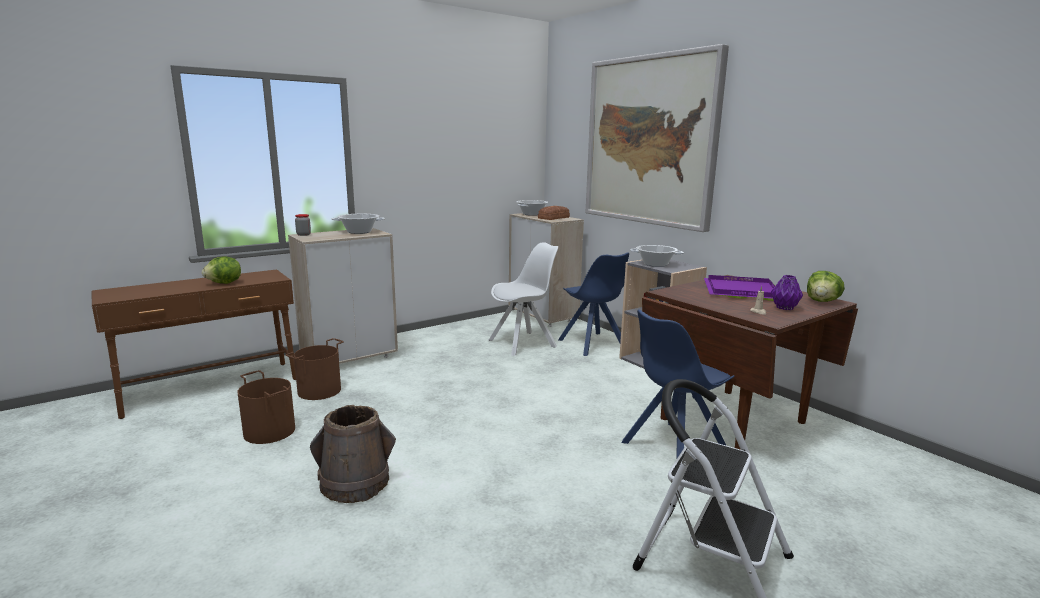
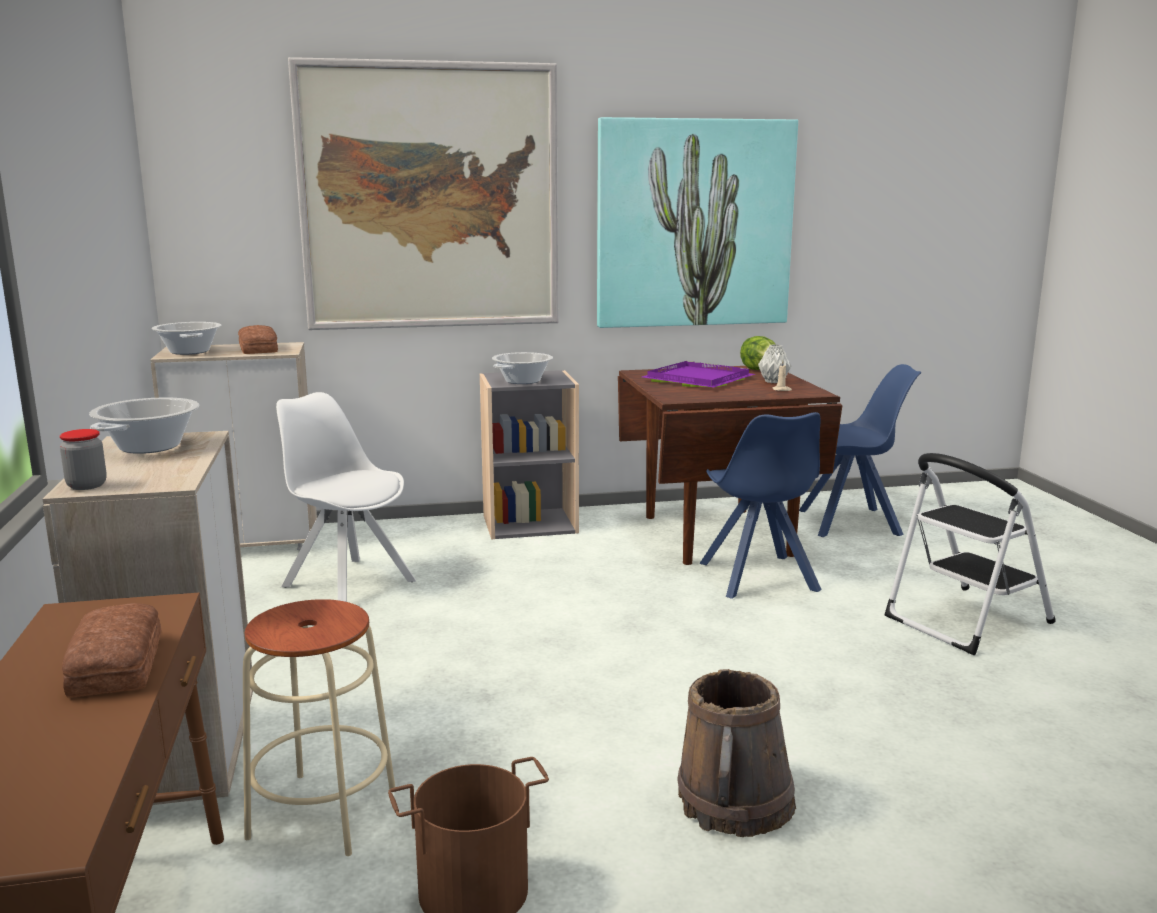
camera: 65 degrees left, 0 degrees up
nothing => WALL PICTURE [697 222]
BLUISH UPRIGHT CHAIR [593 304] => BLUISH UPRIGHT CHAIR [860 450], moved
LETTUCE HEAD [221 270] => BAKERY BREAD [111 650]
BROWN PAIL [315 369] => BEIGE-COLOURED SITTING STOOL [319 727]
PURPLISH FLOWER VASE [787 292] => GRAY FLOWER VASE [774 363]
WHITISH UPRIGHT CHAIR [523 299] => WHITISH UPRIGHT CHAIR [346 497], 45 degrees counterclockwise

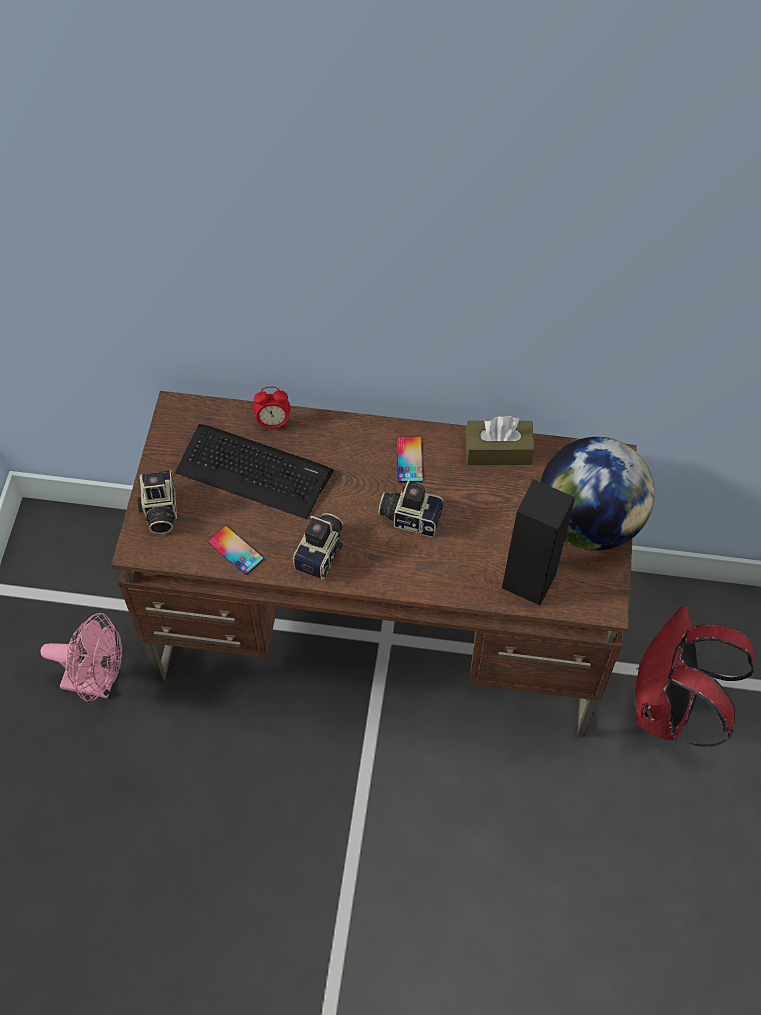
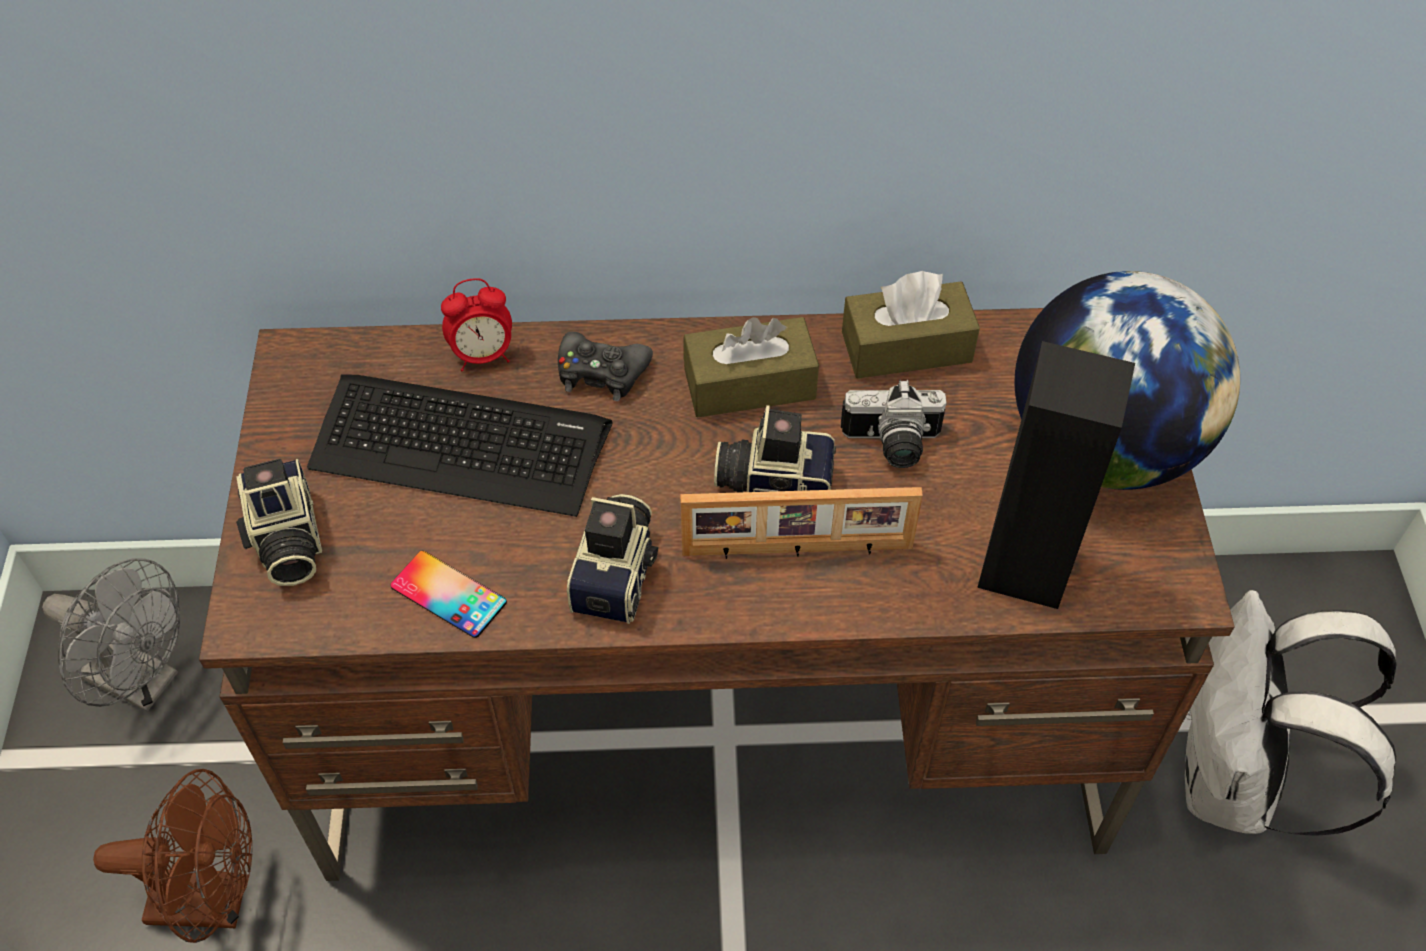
camera: 10 degrees left, 5 degrees down
nothing => GRAY FAN [111 635]
nothing => BLACK GAME CONTROLLER [605 366]
nothing => PICTURE FRAME [801 523]
nothing => STILL CAMERA [894 424]
HANDSET [410 459] => BROWN TISSUE BOX [751 367]
PINK-COLOURED FAN [81 657] => BROWN FAN [172 856]
RED KNAPSACK [694 676] => WHITISH KNAPSACK [1291 713]

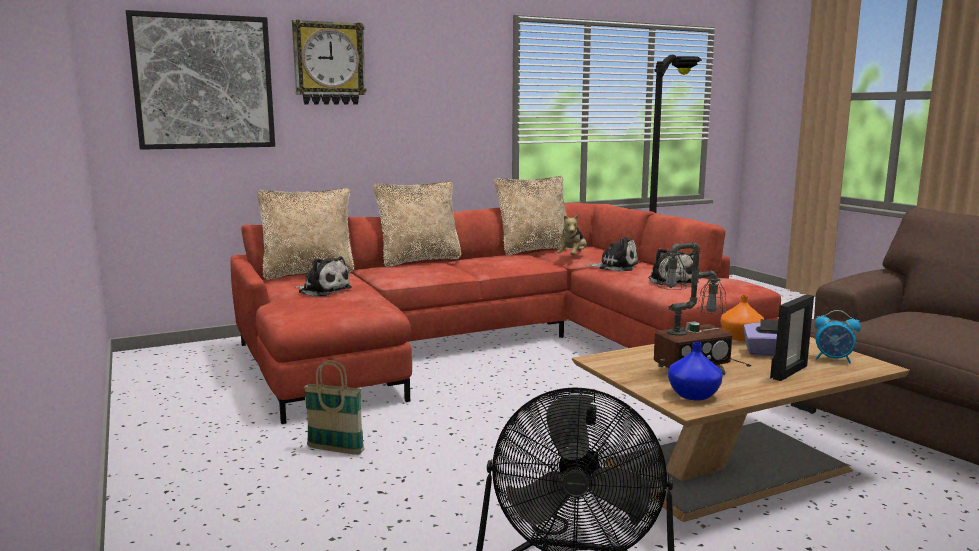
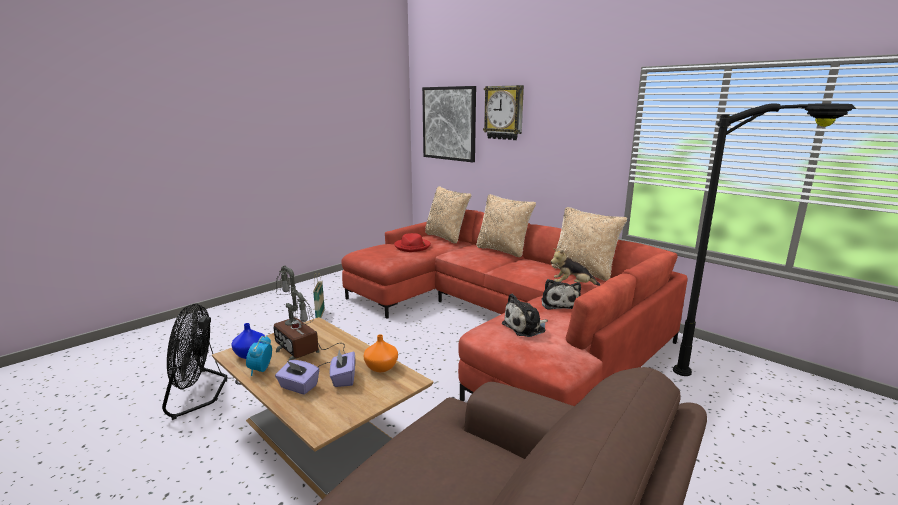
camera: 70 degrees right, 5 degrees up
TABLE CLOCK [837 337] => TABLE CLOCK [259 355], moved
PLUSH TOY [323 276] => RED WEARABLE HAT [412 242]
PICTURE FRAME [792 337] => PURPLISH TISSUE BOX [297 377]

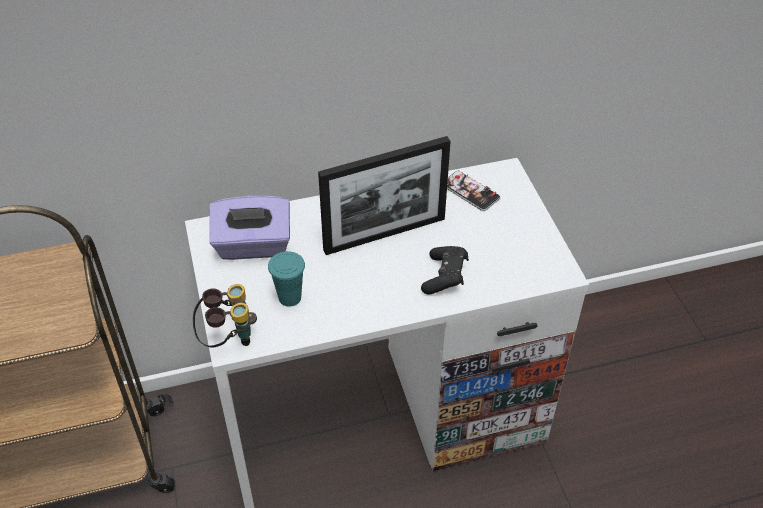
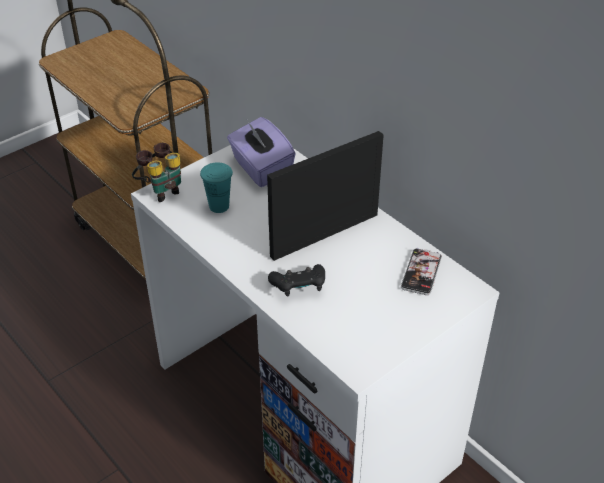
camera: 65 degrees right, 5 degrees down
PICTURE FRAME [384 195] => PICTURE FRAME [325 196], 105 degrees clockwise

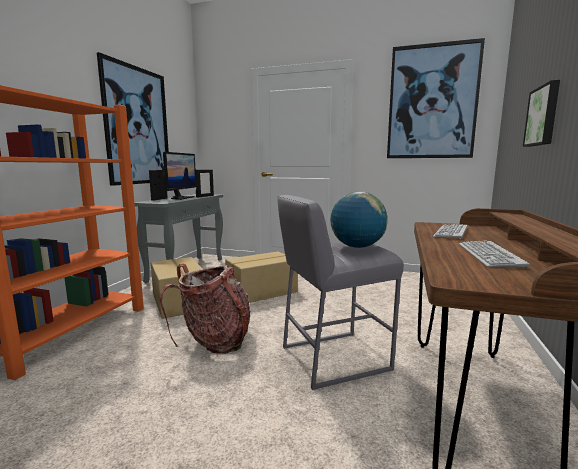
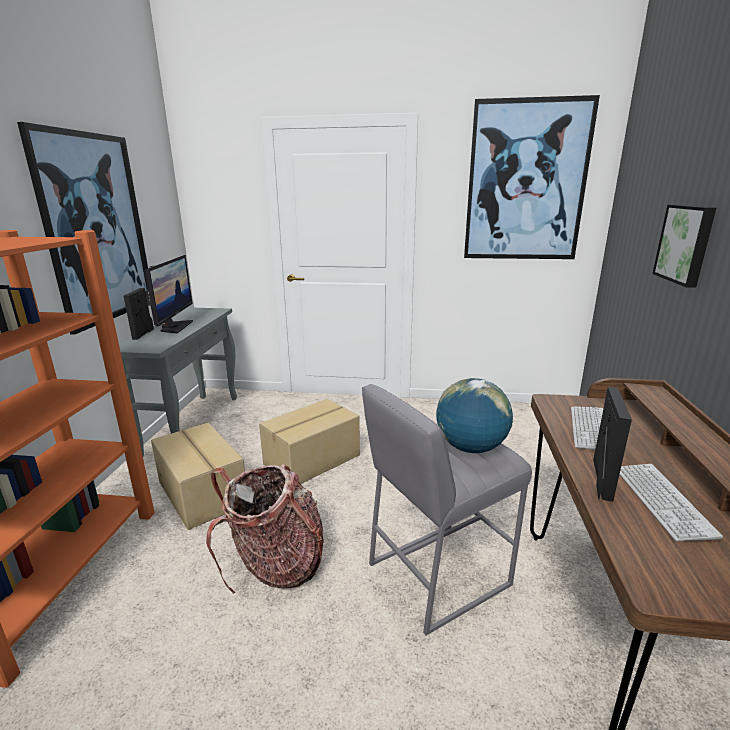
camera: 10 degrees left, 10 degrees up
PICTURE FRAME [204 183] => PICTURE FRAME [612 444], moved

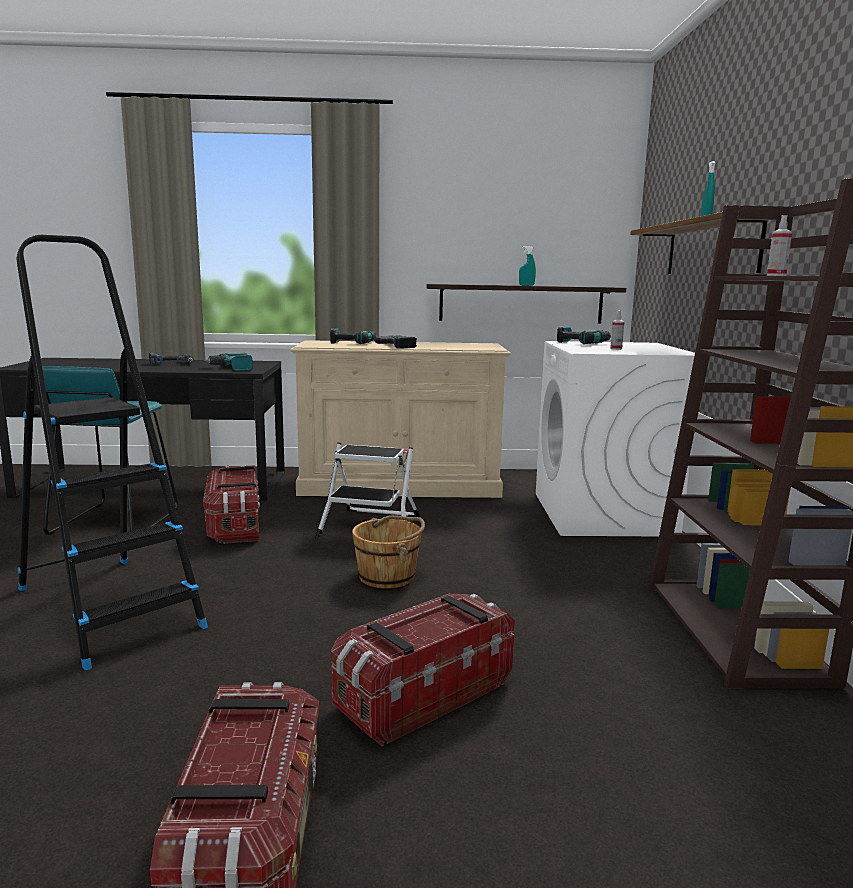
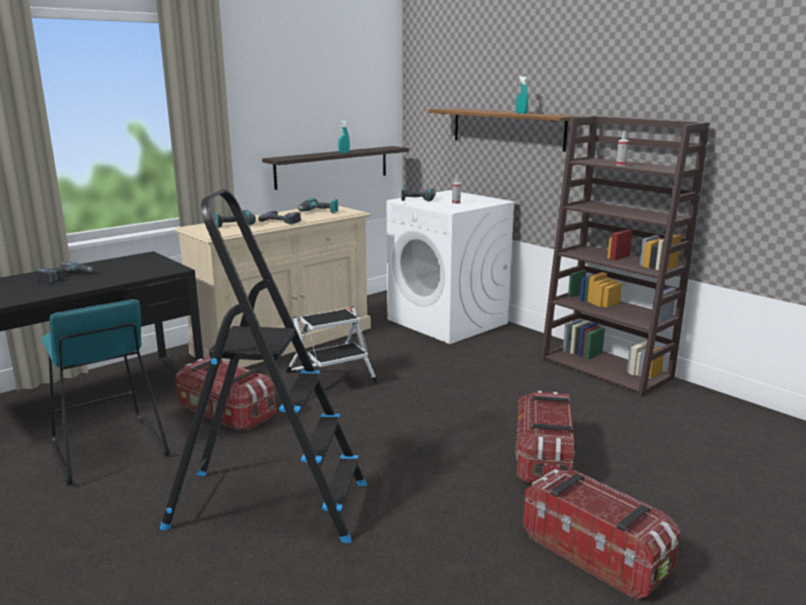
camera: 40 degrees left, 5 degrees up
BROWN PAIL [388 552] => nothing
POWER DRILL [228 362] => POWER DRILL [318 205], moved

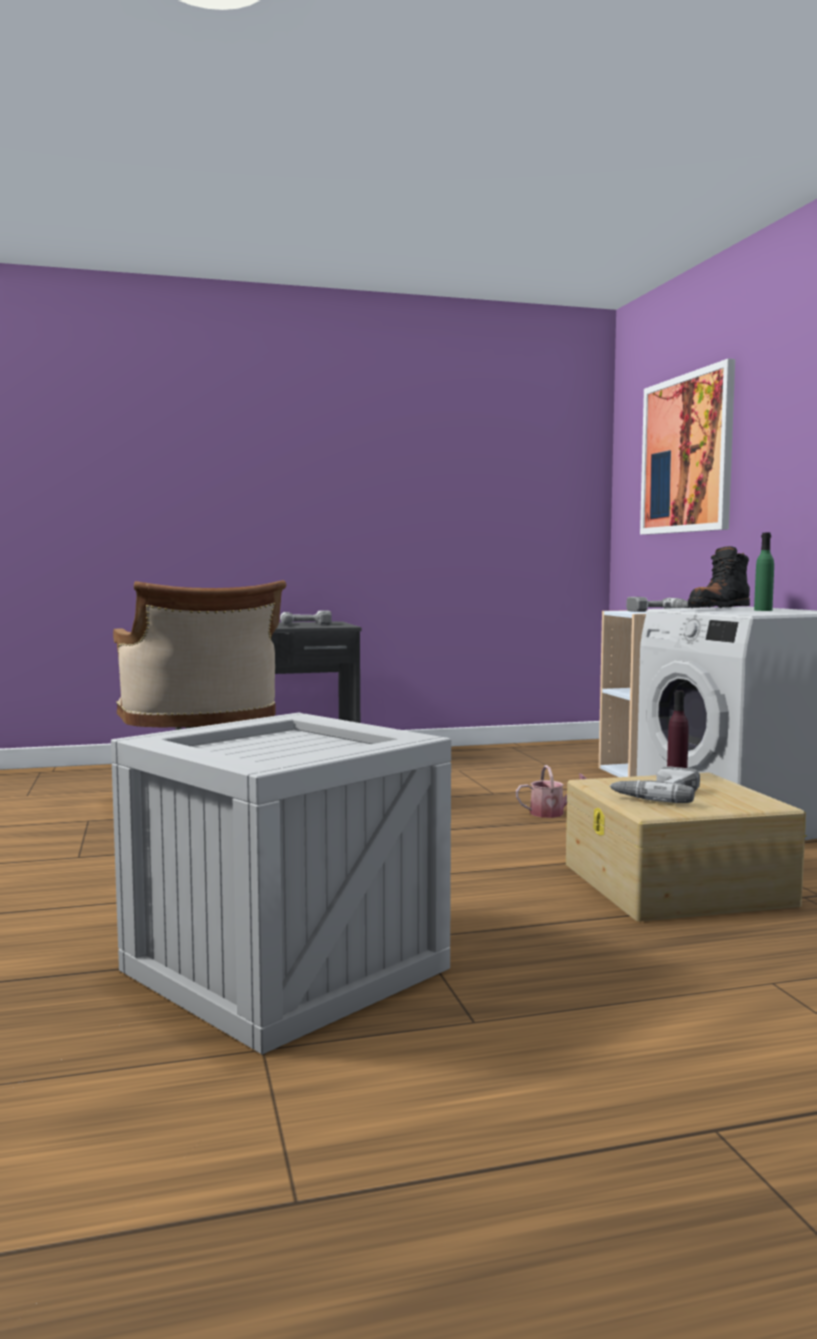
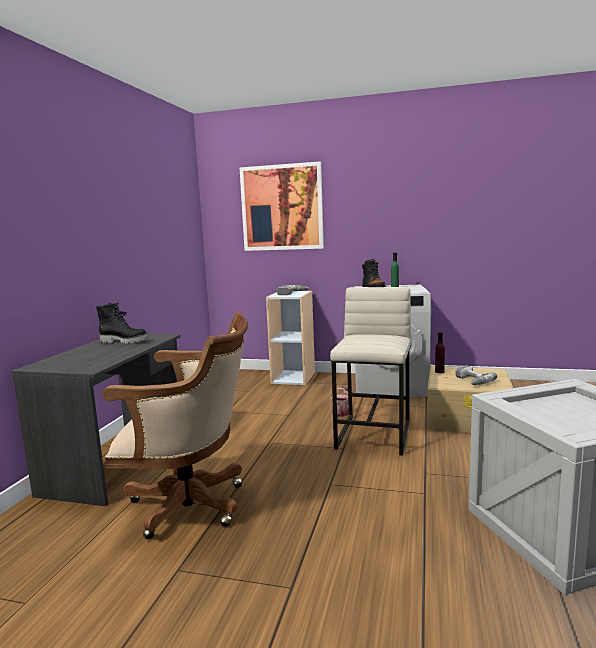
camera: 60 degrees left, 5 degrees up
nothing => BEIGE-COLOURED SITTING STOOL [370 371]
POWER DRILL [306 617] => BLACK TALL BOOT [122 323]

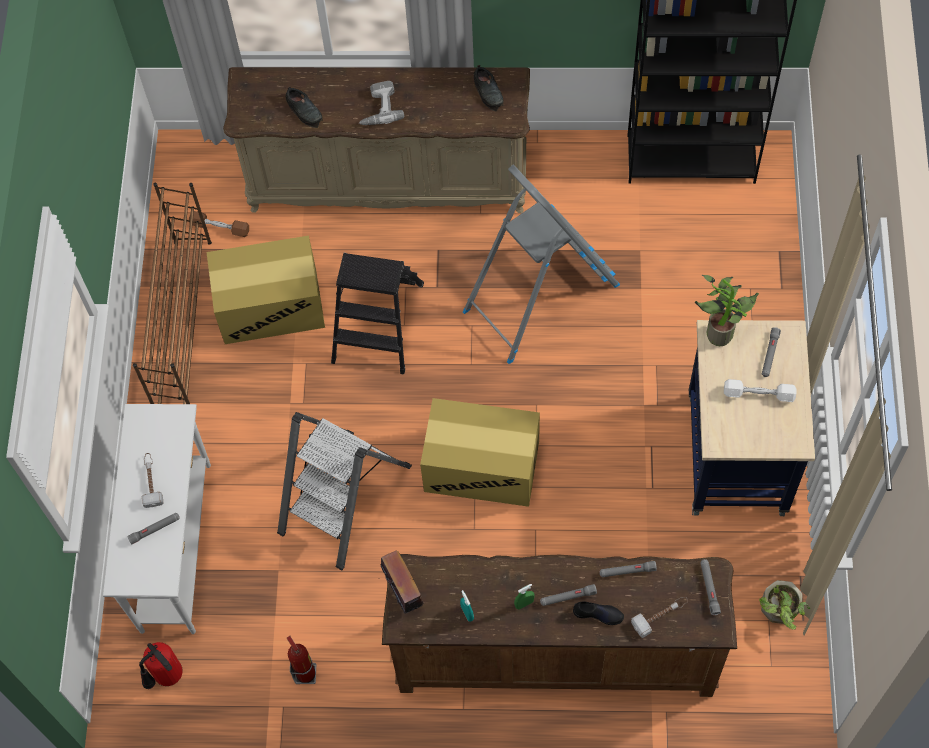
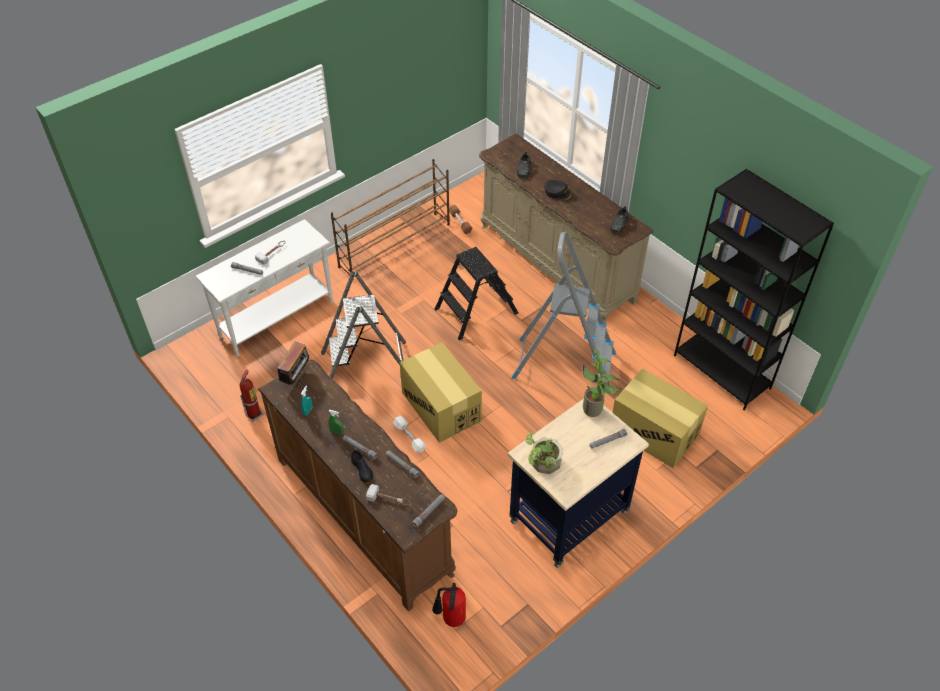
camera: 45 degrees right, 15 degrees down
FIRE-FIGHTING CYLINDER [161 665] => FIRE-FIGHTING CYLINDER [449 605], moved
CARDBOARD BOX [266 289] => CARDBOARD BOX [660 418], moved
WHITISH FREE WEIGHT [760 390] => WHITISH FREE WEIGHT [409 434], moved
POTTED PLANT [785 604] => POTTED PLANT [544 453], moved
POWER DRILL [381 103] => BLACK CAP [558 190]

